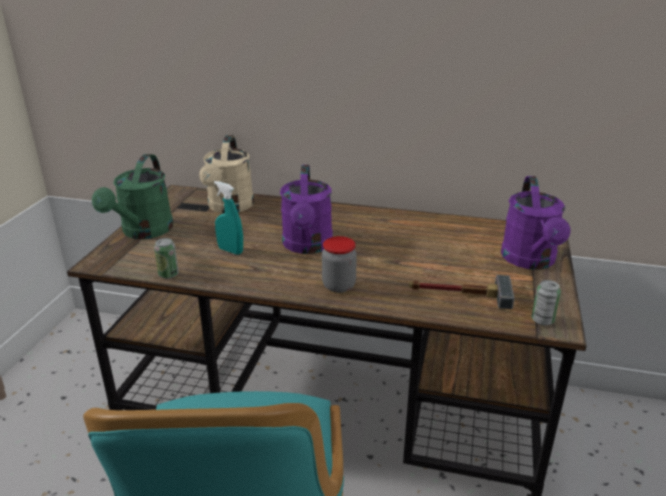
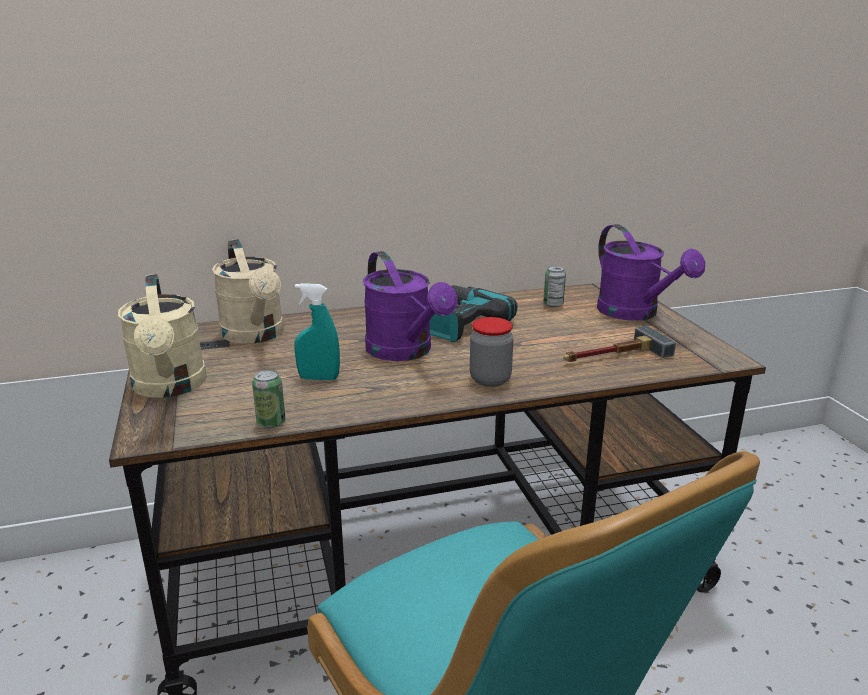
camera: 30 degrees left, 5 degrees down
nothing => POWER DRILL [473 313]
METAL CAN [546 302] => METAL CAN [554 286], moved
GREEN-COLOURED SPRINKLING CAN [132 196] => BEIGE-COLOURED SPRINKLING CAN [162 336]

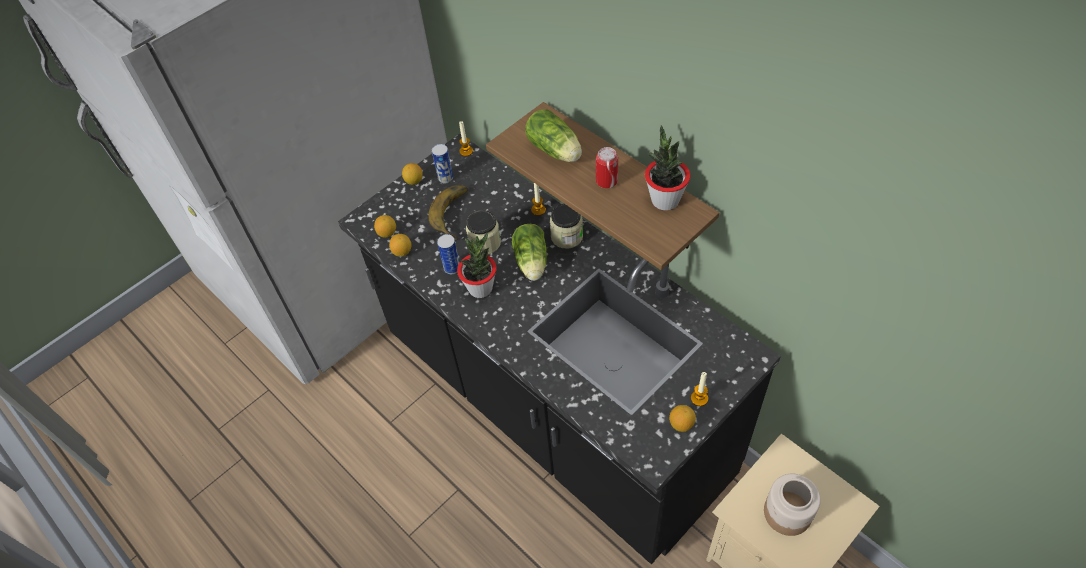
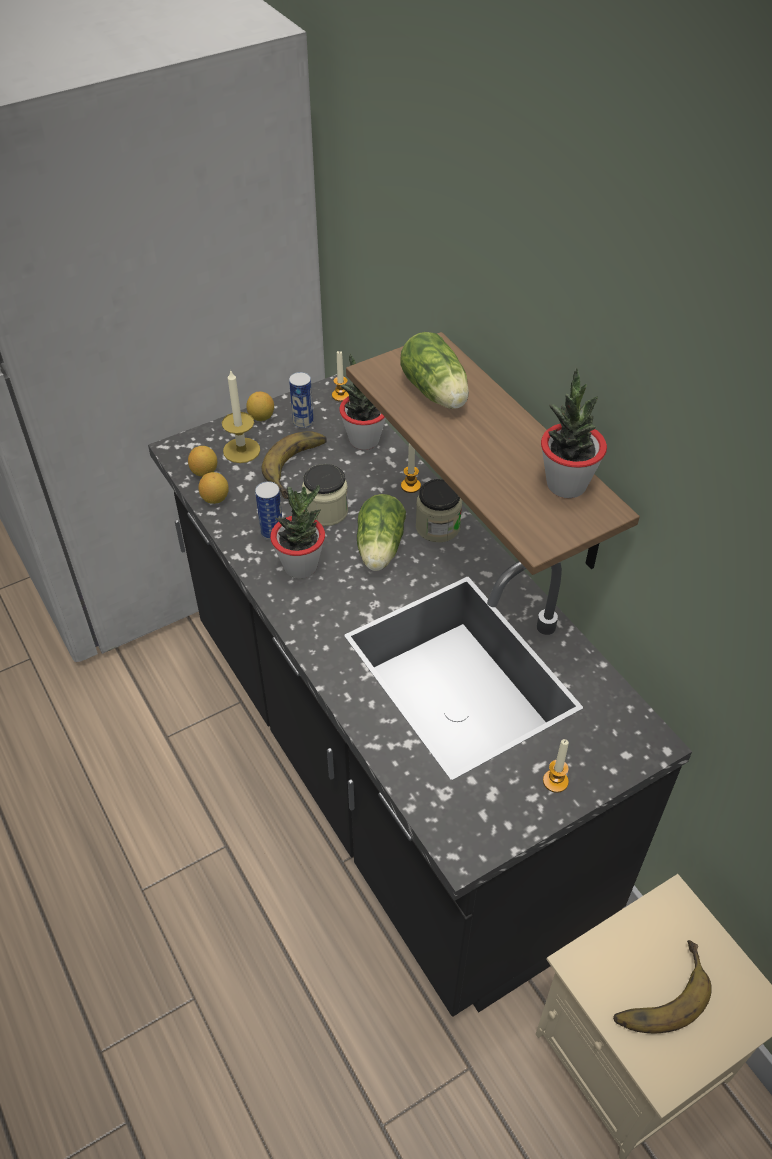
camera: 10 degrees right, 5 degrees down
METAL CAN [607 167] => nothing
WHOLE LEMON [682 418] => nothing
nothing => WAX LIGHT [241 416]
nothing => POTTED PLANT [362 402]
JAR [792 505] => BANANA FRUIT [662 986]

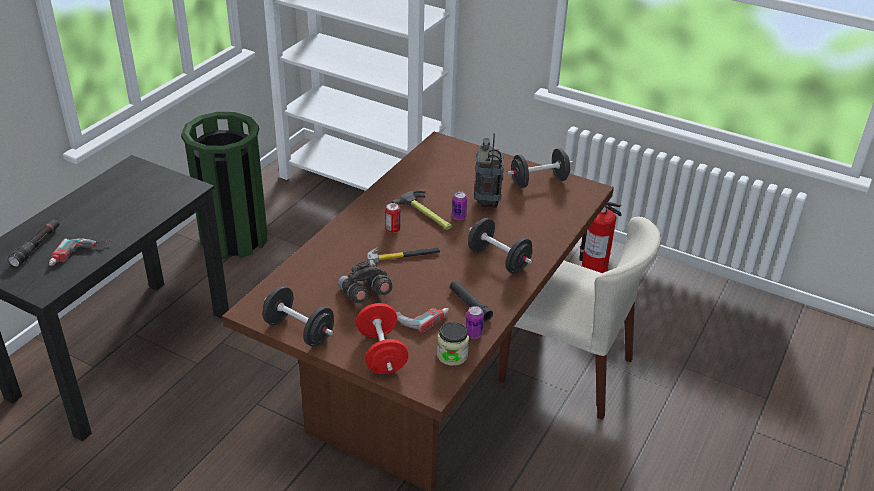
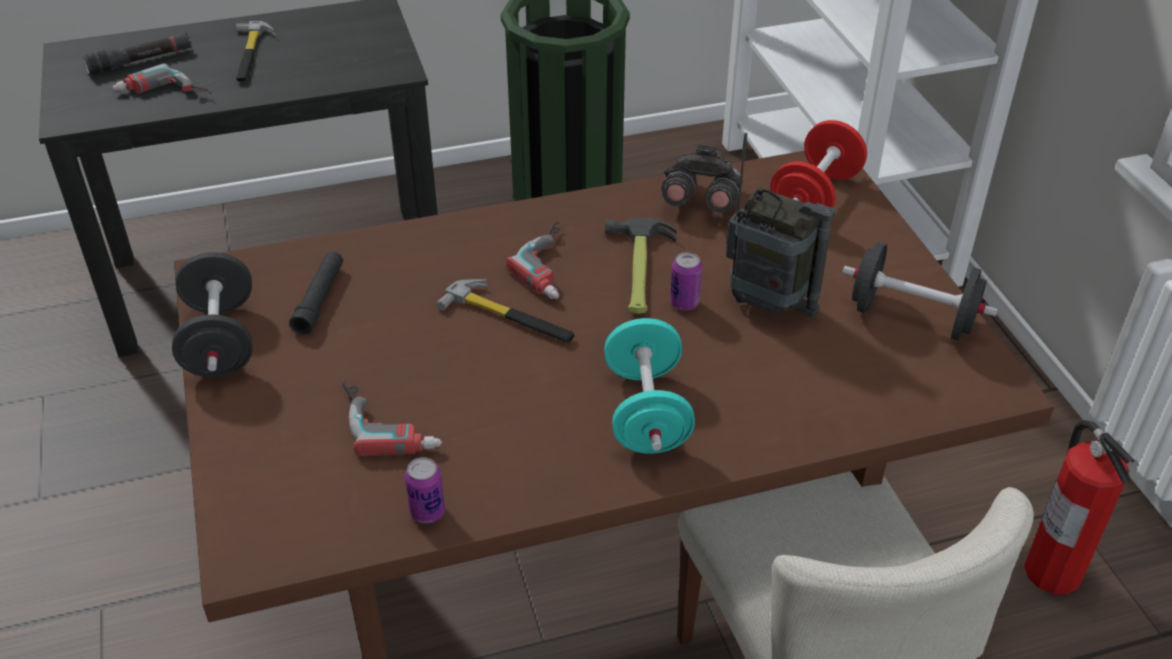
camera: 45 degrees right, 5 degrees up
JAR [453 344] => nothing
nothing => HAMMER [256 51]
GRAY PAIR OF BINOCULARS [365 282] => GRAY PAIR OF BINOCULARS [702 179], moved
RED FREE WEIGHT [382 338] => RED FREE WEIGHT [818 164], moved
BLACK HAND TORCH [471 301] => BLACK HAND TORCH [316 293], moved
METAL CAN [392 218] => POWER DRILL [533 260]
BLACK FREE WEIGHT [500 245] => BLUE-GREEN FREE WEIGHT [649 386]
RADIO [489 170] => RADIO [781 225], 75 degrees clockwise

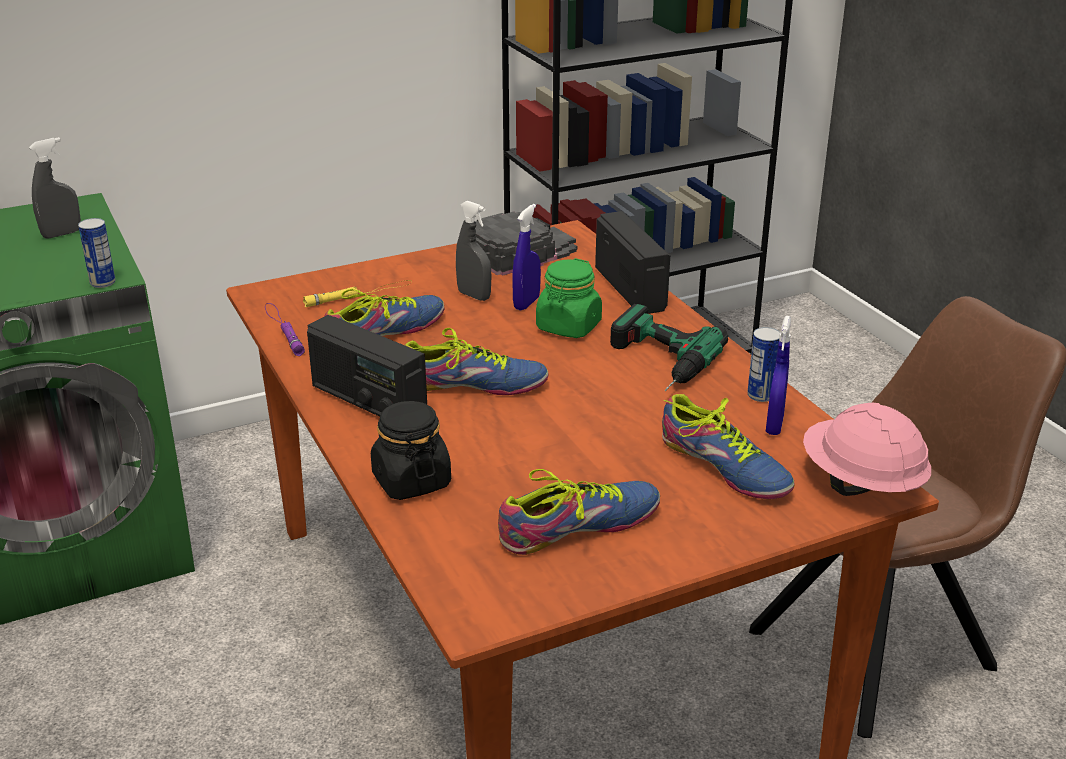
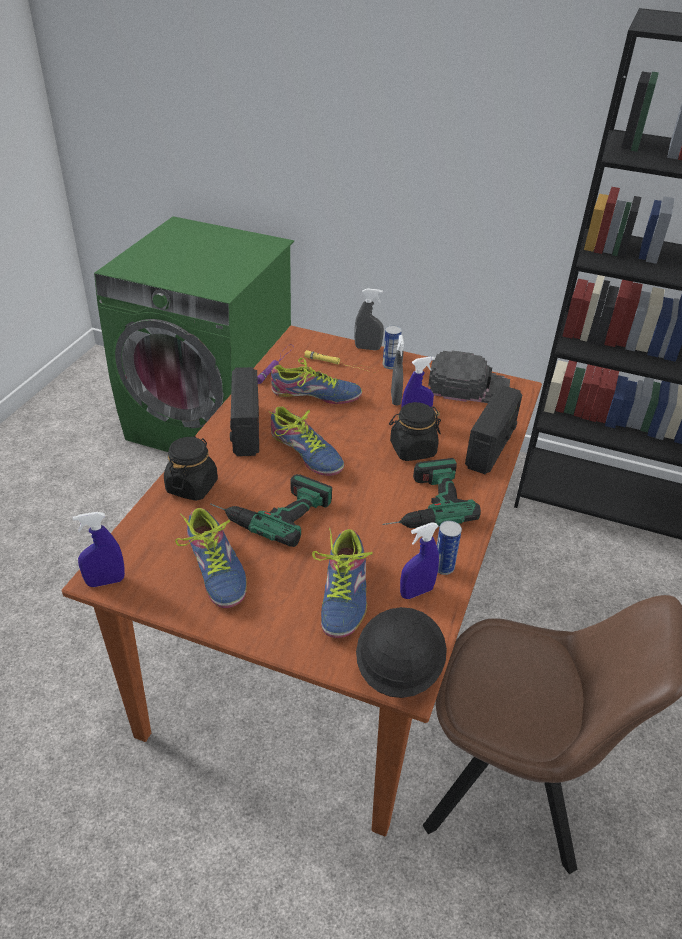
camera: 45 degrees right, 10 degrees up
nothing => BLUISH SPRAYER [99 549]
nothing => POWER DRILL [271 510]
GRAY SPRAYER [55 188] => GRAY SPRAYER [369 319], moved
METAL CAN [96 253] => METAL CAN [392 347], moved
GREEN-COLOURED JAR [569 298] => BLACK JAR [415 431]
PINK-COLOURED WORK HELMET [867 449] => BLACK WORK HELMET [401 652]
SHOE [579 512] => SHOE [211 558], 45 degrees clockwise

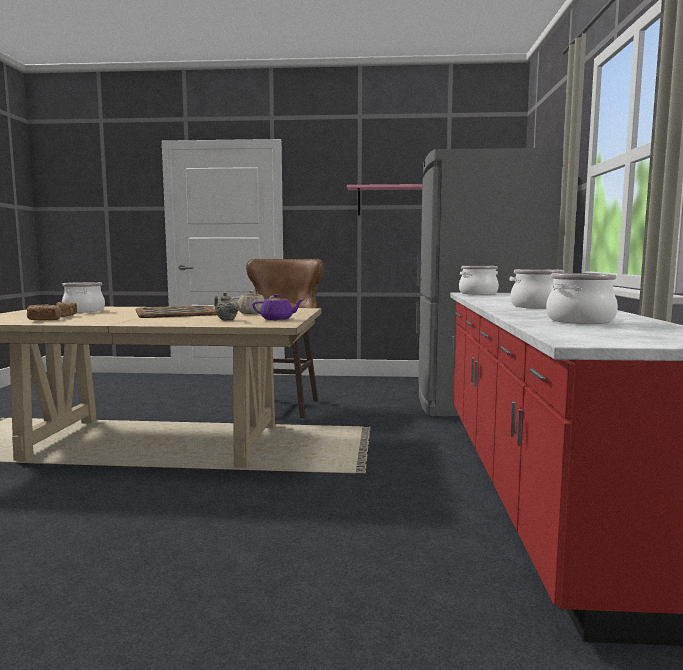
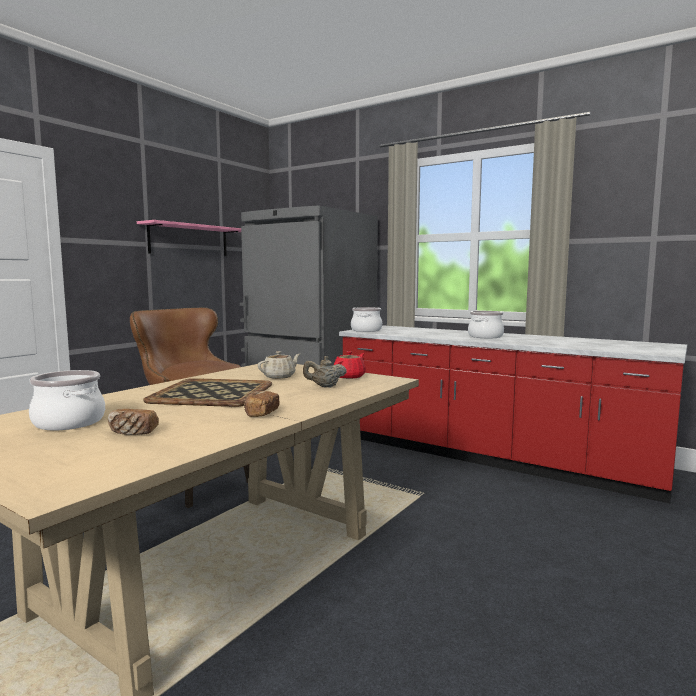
camera: 60 degrees left, 0 degrees up
SAUCEPOT [582 298] => nothing
BAKERY BREAD [44 312] => BAKERY BREAD [262 404], moved
PURPLISH POT FOR TEA [277 307] => RED POT FOR TEA [350 365]

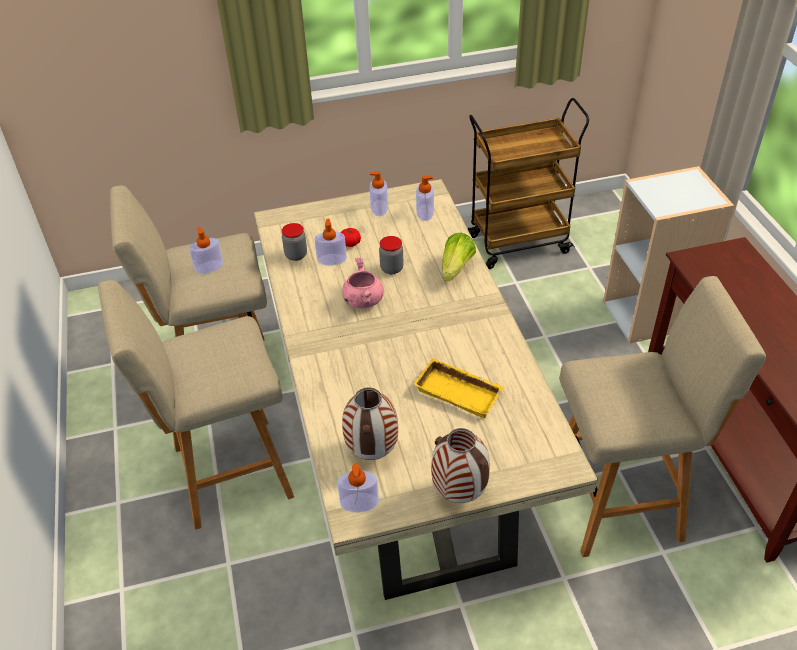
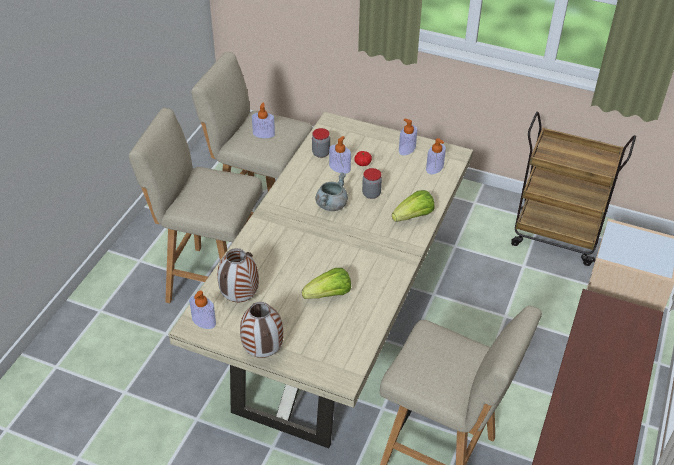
camera: 35 degrees right, 0 degrees up
YELLOW TRAY [458 388] => LETTUCE HEAD [326 283]
PINK-COLOURED SAUCEPOT [363 282] => GRAY SAUCEPOT [331 191]

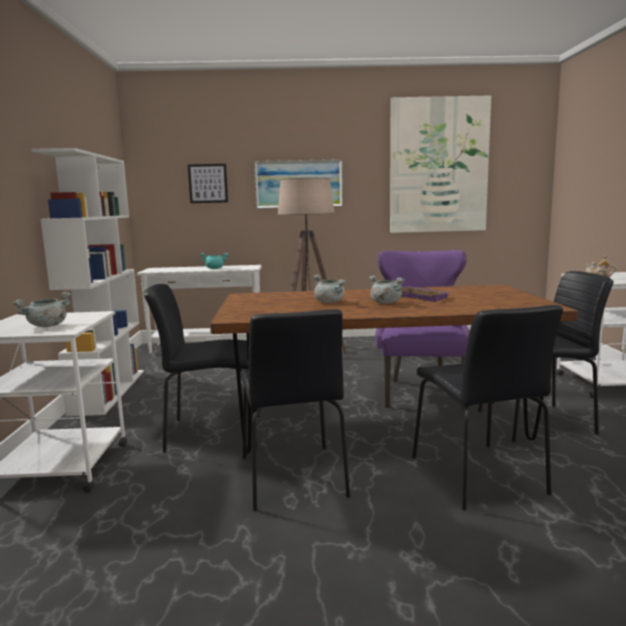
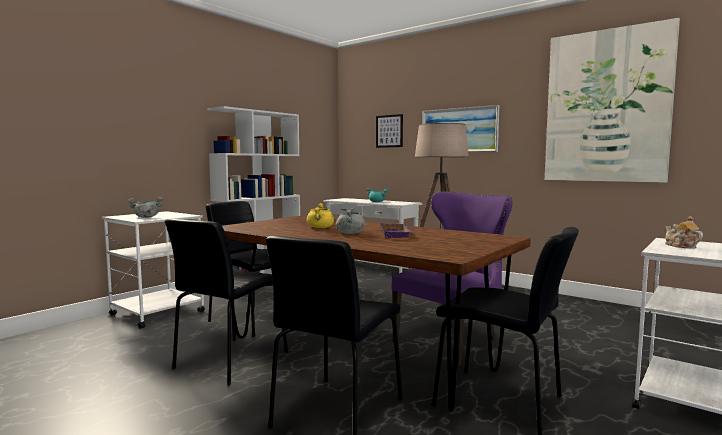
camera: 40 degrees right, 5 degrees down
GRAY SAUCEPOT [329 289] => YELLOW SAUCEPOT [320 215]

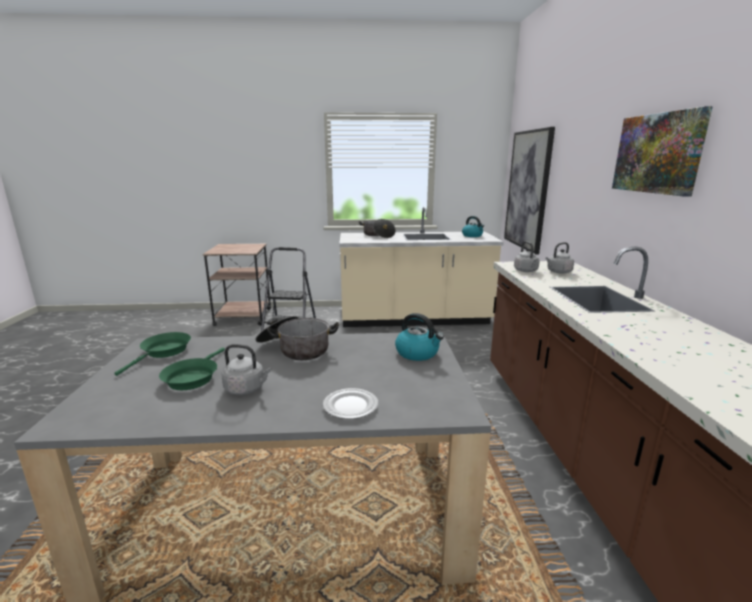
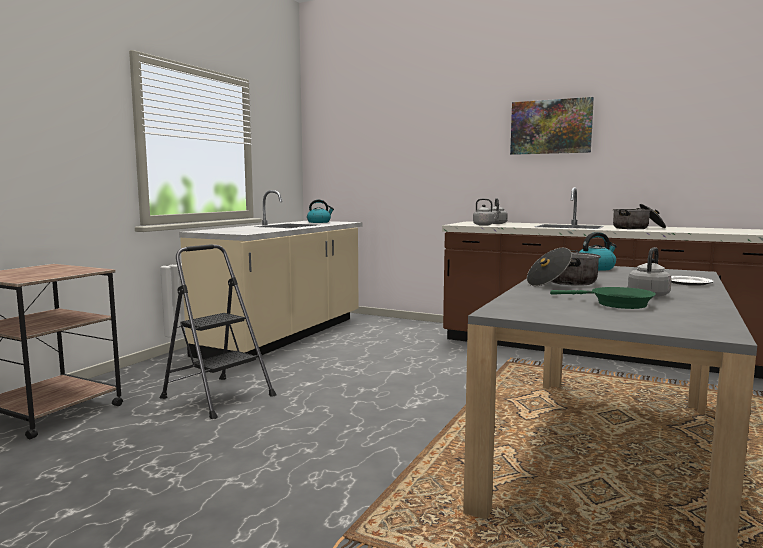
camera: 60 degrees left, 10 degrees down
GREEN-COLOURED SKILLET [152 354] => nothing
WALL PICTURE [529 190] => nothing
SAUCEPOT [377 228] => SAUCEPOT [639 216], moved

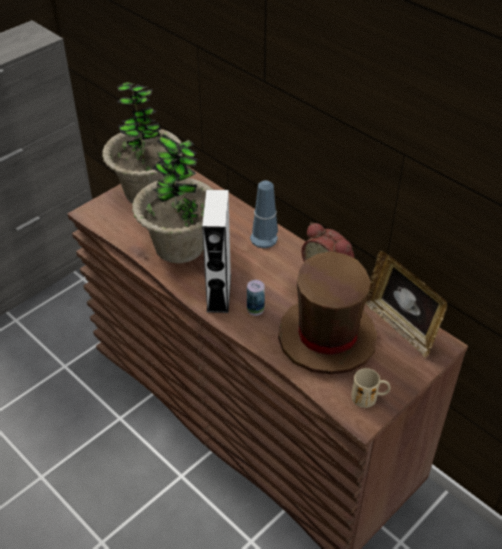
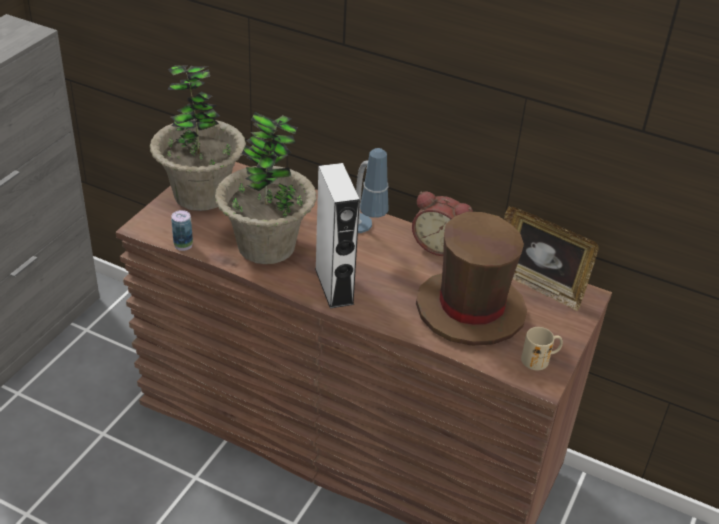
camera: 20 degrees left, 5 degrees down
METAL CAN [256 298] => METAL CAN [182 230], moved

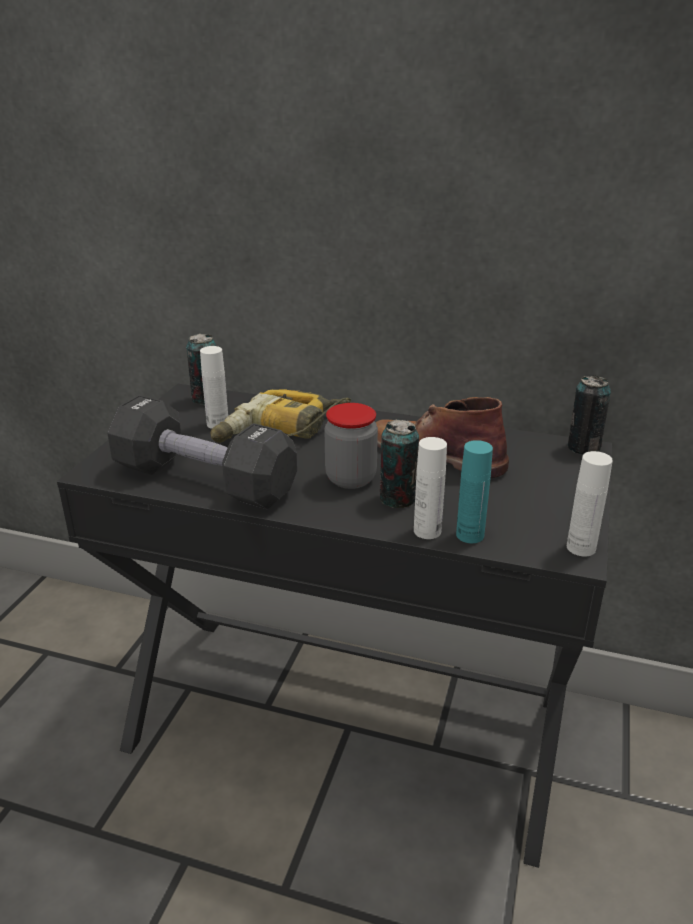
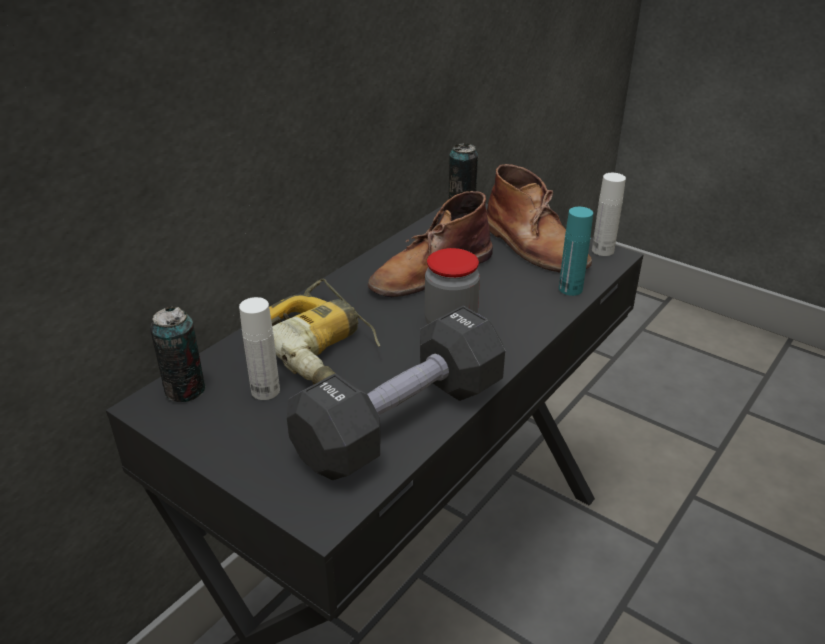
camera: 70 degrees left, 5 degrees up
METAL CAN [399 464] => nothing
WHITISH DRINK BOTTLE [430 488] => nothing
nothing => BROWN TALL BOOT [539 218]

